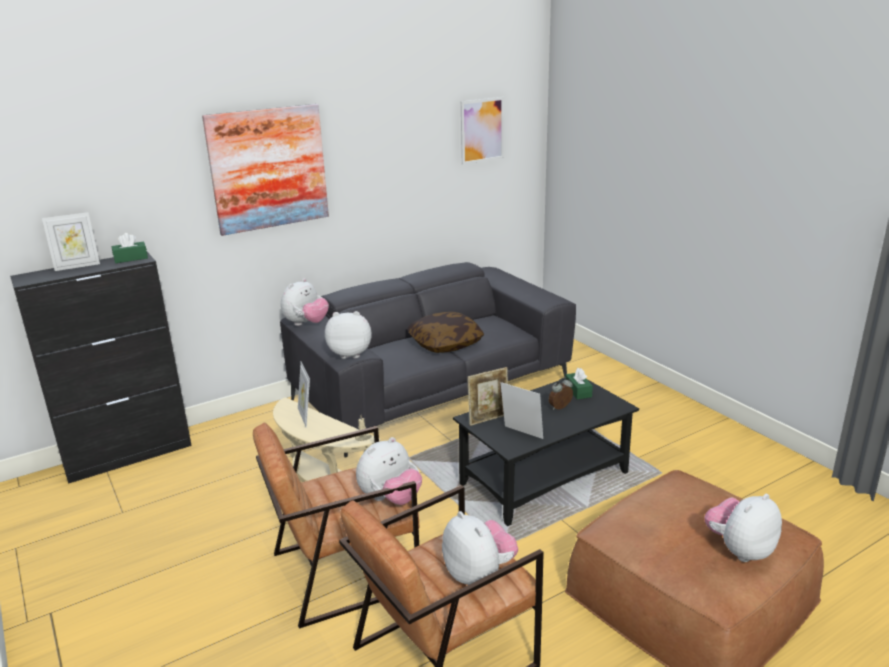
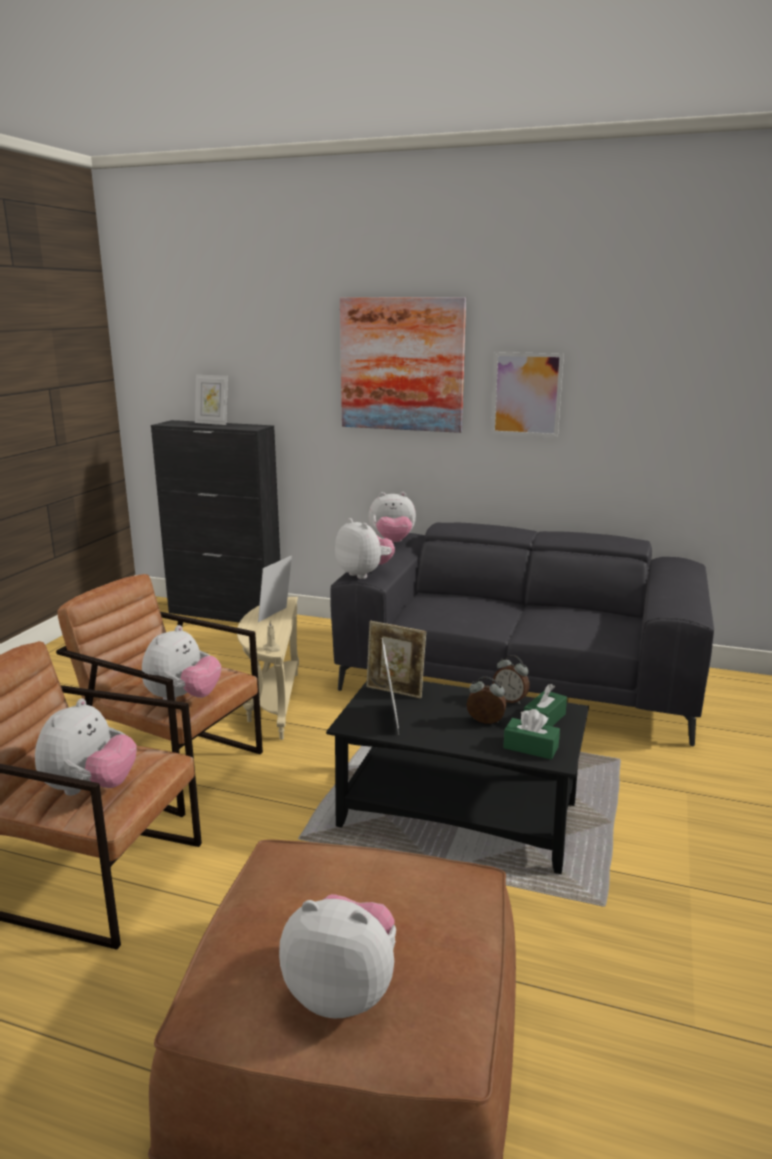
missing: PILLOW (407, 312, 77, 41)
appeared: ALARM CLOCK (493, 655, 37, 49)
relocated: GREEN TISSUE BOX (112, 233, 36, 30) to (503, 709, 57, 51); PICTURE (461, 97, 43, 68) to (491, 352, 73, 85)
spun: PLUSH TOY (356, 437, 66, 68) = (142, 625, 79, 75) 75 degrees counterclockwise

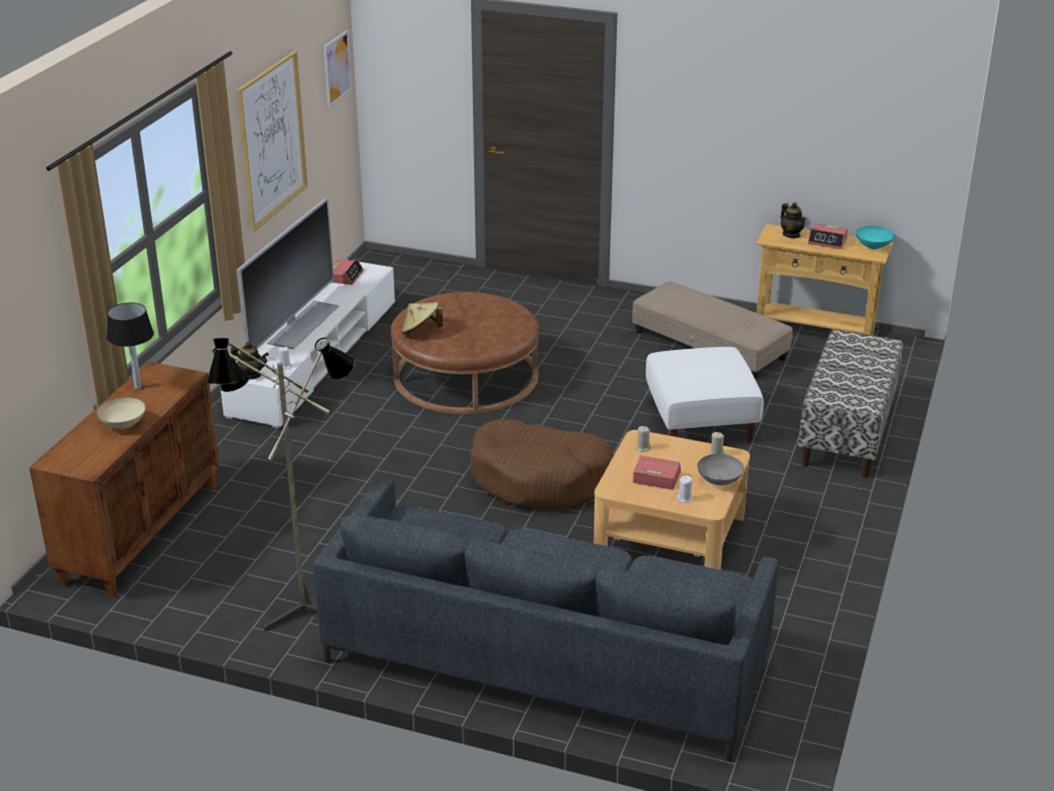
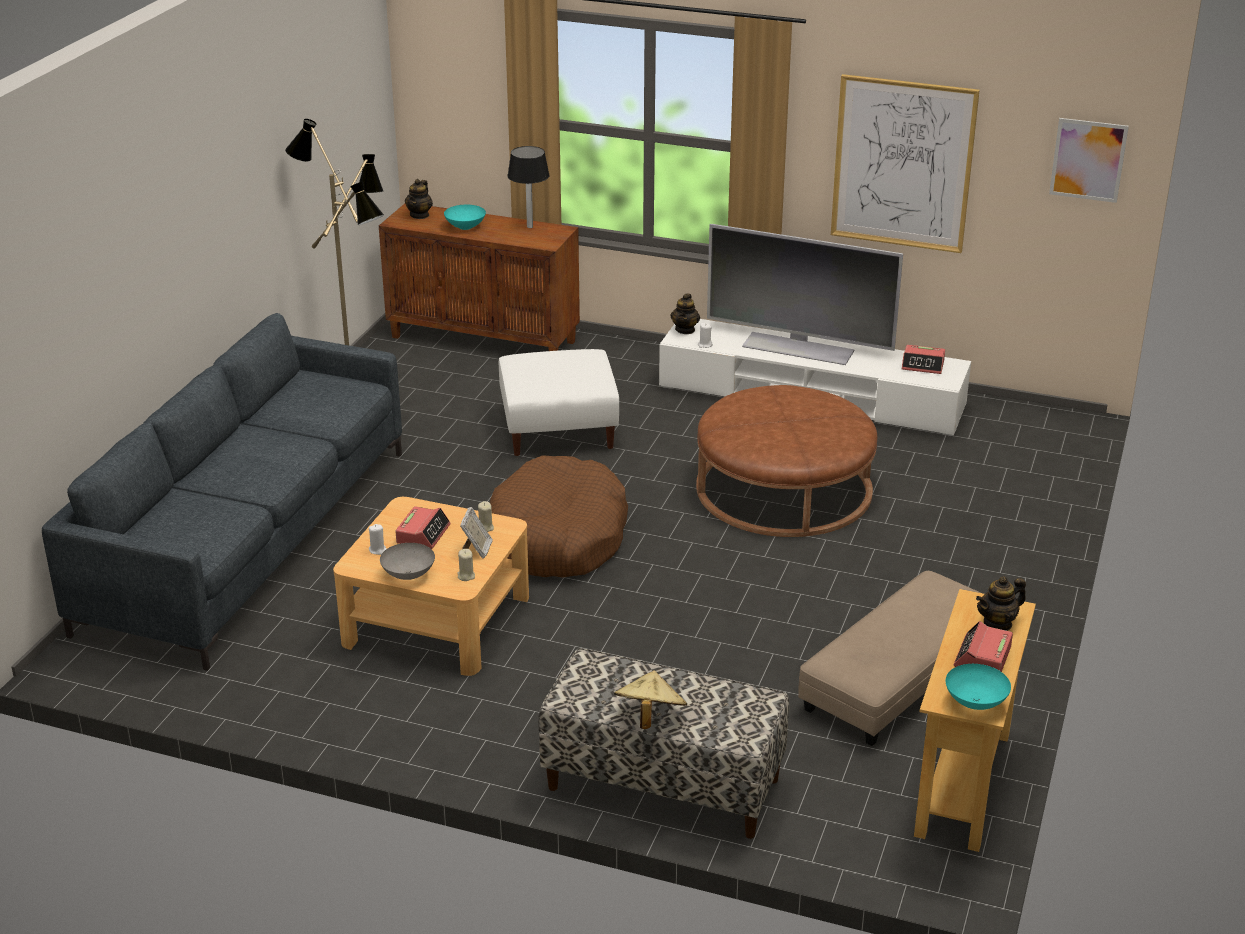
appeared: TEAPOT (405, 179, 28, 40); PICTURE FRAME (460, 507, 33, 52)
relocated: BEIGE HAT (401, 302, 42, 32) to (614, 671, 73, 58); WHITE OTTOMAN (646, 347, 118, 96) to (499, 349, 120, 107)
colour: BEIGE BOWL (97, 397, 48, 32) to TURQUOISE BOWL (444, 205, 42, 25)

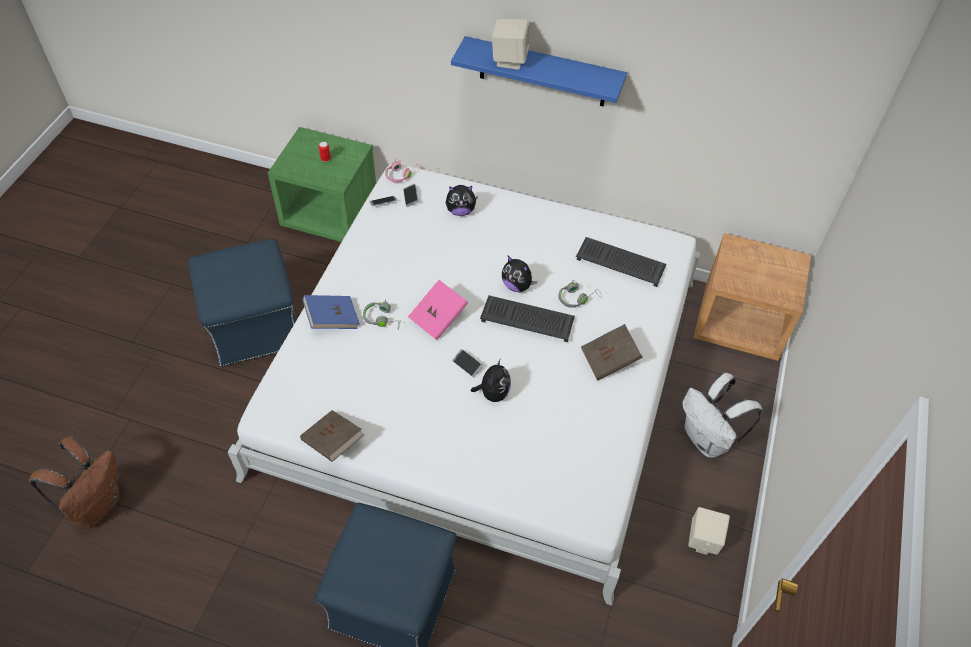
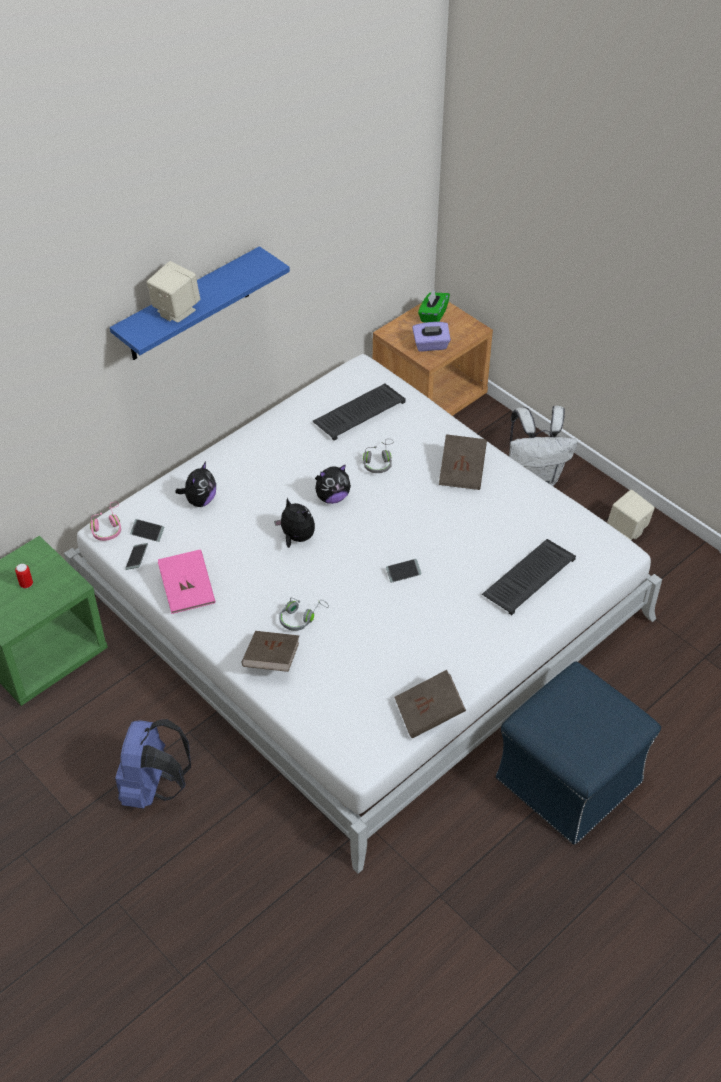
missing: BROWN BACKPACK (29, 436, 91, 92)
appeared: PURPLE TISSUE BOX (412, 322, 39, 29); GREEN TISSUE BOX (418, 290, 32, 33)
relocated: PINK BOOK (408, 280, 60, 60) to (158, 550, 58, 64); PLUSH TOY (471, 360, 40, 42) to (274, 498, 41, 50); KEYBOARD (480, 295, 95, 47) to (482, 539, 94, 76)
exchanged: BLUE OTTOMAN (189, 239, 107, 127) to BLUE BACKPACK (115, 719, 76, 90)
colour: BLUE BOOK (303, 295, 57, 34) to BROWN BOOK (242, 631, 57, 41)

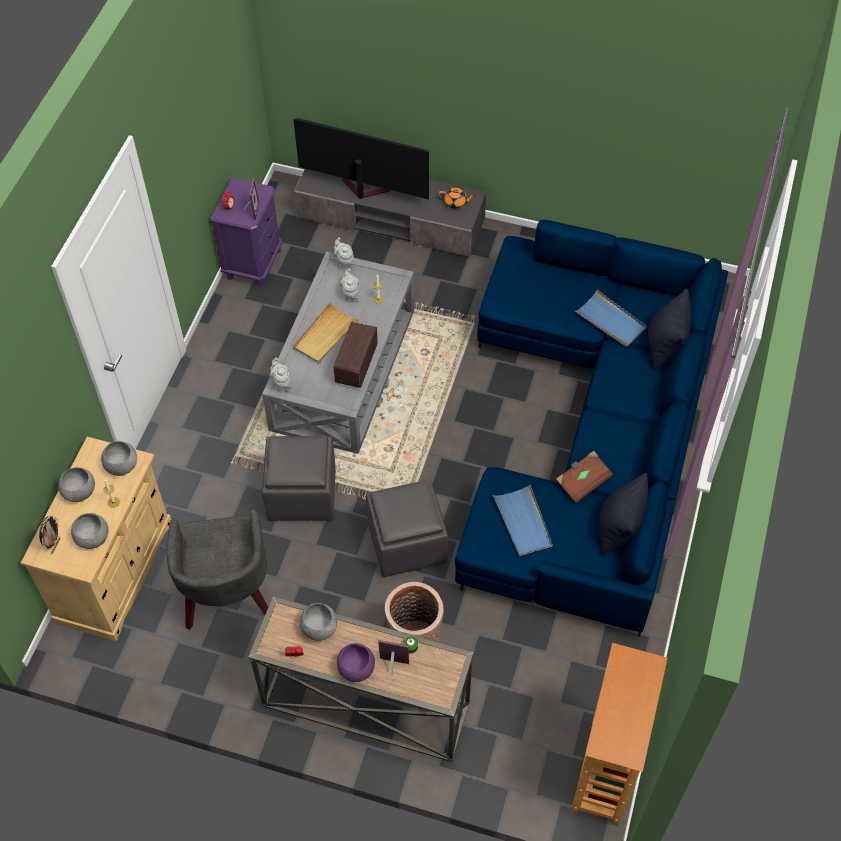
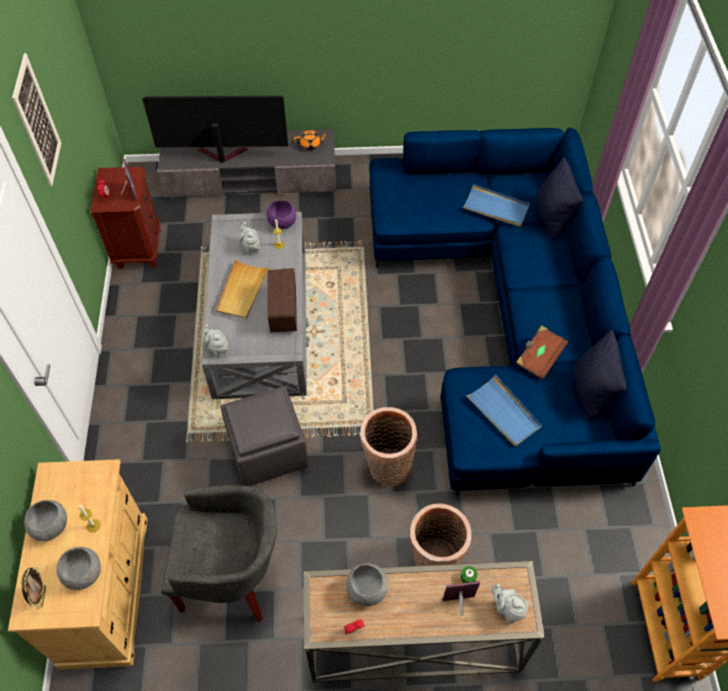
missing: GREY BOWL (101, 441, 36, 35)
appeared: PICTURE (12, 53, 49, 134)
relocated: GREY TEAPOT (334, 237, 20, 33) to (492, 584, 36, 39); PURPLE BOWL (337, 643, 38, 39) to (267, 201, 29, 28)
exchanged: GREY OTTOMAN (366, 479, 82, 98) to BASKET (360, 407, 58, 79)
colour: PURPLE NIGHTSTAND (210, 178, 72, 110) to BROWN NIGHTSTAND (91, 167, 70, 103)
spun: GREY ARMCHAIR (167, 509, 101, 121) = (161, 485, 116, 138) 60 degrees counterclockwise

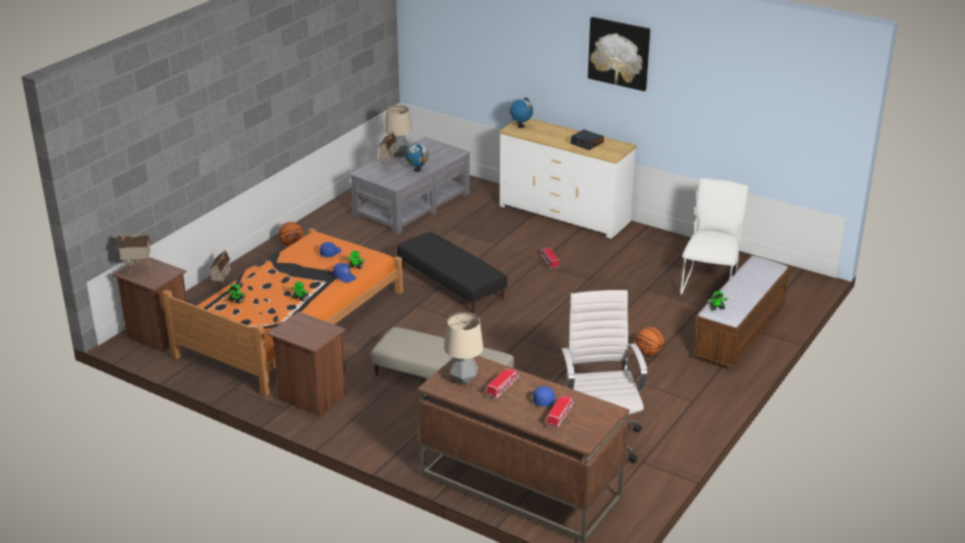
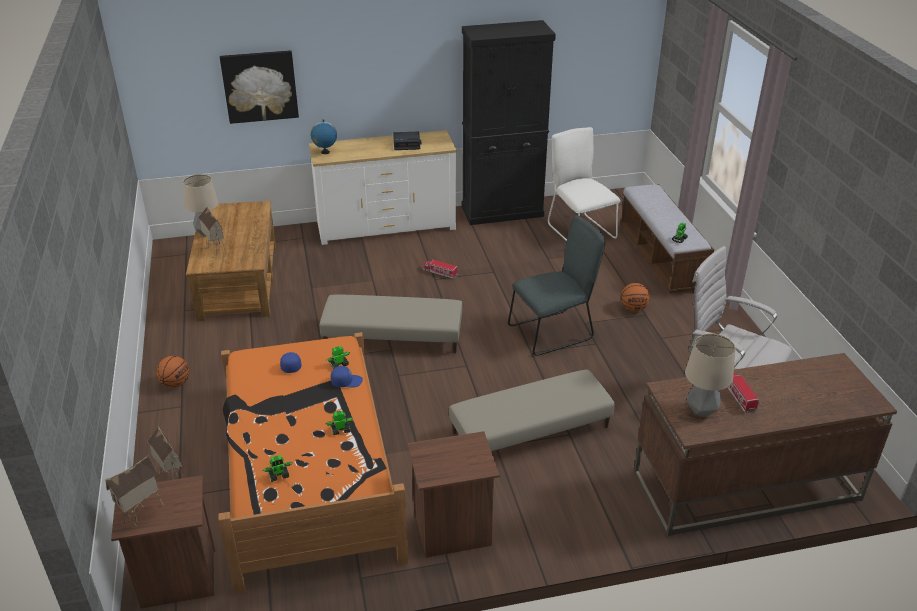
missing: GLOBE (405, 143, 24, 29); BLUE CAP (533, 386, 22, 21); TOY TRUCK (547, 396, 27, 33)
appeared: BLACK CABINET (462, 20, 94, 205); GREY CHAIR (508, 215, 98, 141)
relocated: PICTURE (588, 17, 62, 74) to (220, 50, 79, 74)
colour: GREY COFFEE TABLE (349, 137, 122, 97) to BROWN COFFEE TABLE (186, 201, 90, 121); BLACK OTTOMAN (397, 232, 111, 81) to BEIGE OTTOMAN (320, 295, 142, 59)

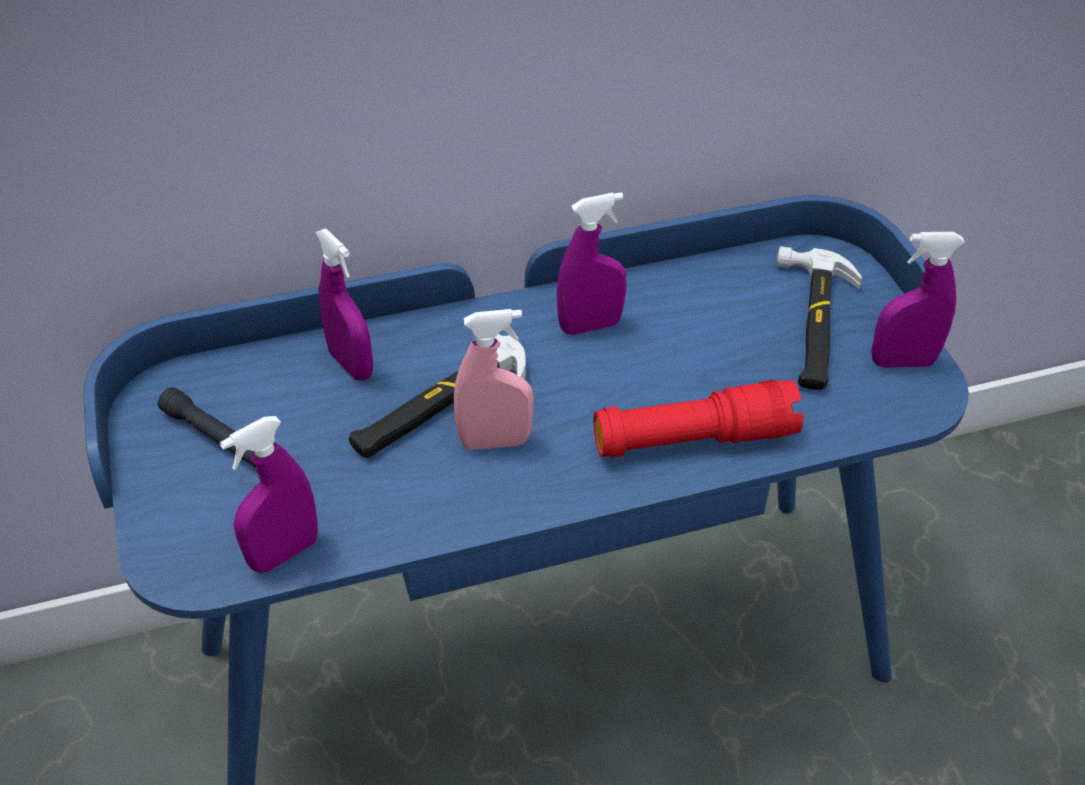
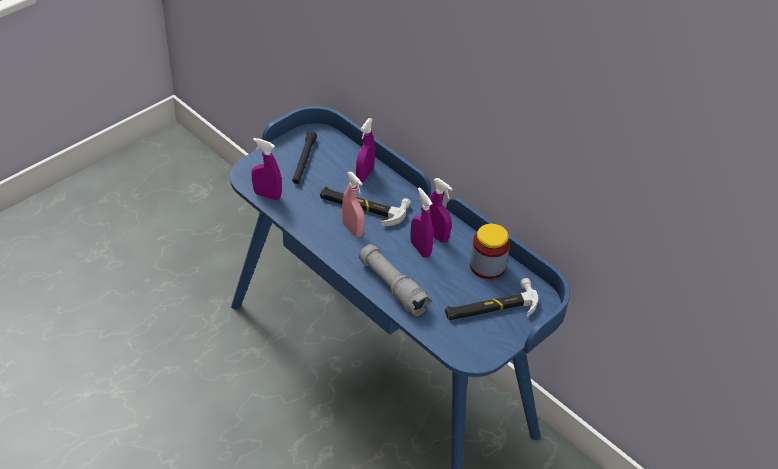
appeared: JAR (470, 224, 40, 55)
relocated: PURPLE SPRAY BOTTLE (871, 232, 94, 136) to (410, 187, 24, 71)
colour: RED FLASHLIGHT (593, 380, 211, 77) to GREY FLASHLIGHT (359, 244, 73, 72)

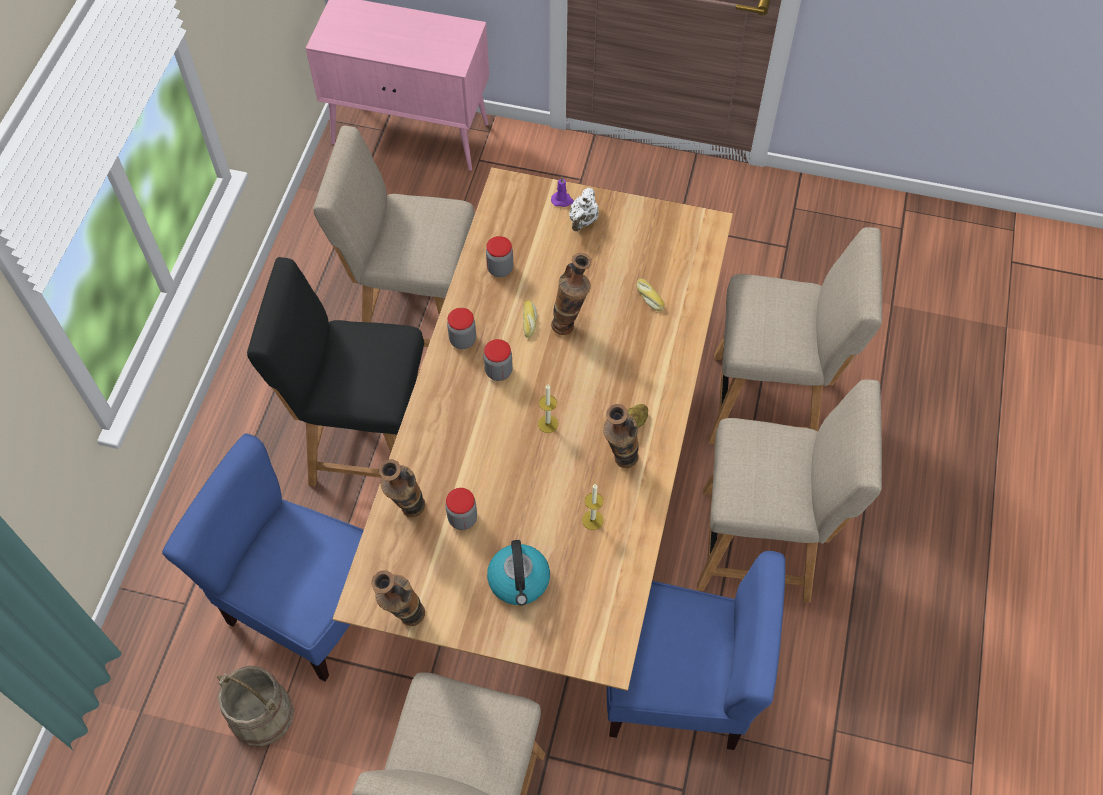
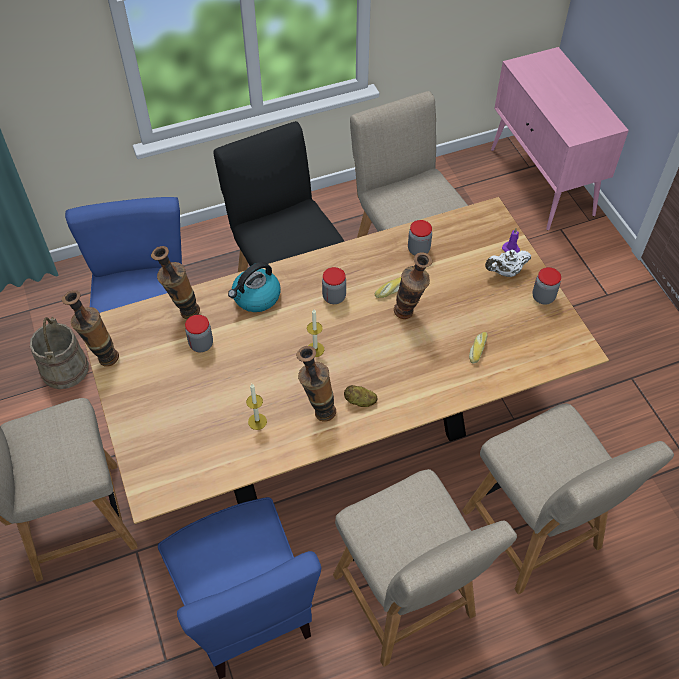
relocated: JAR (447, 308, 29, 41) to (532, 267, 29, 37); KETTLE (487, 540, 63, 66) to (228, 262, 53, 50)

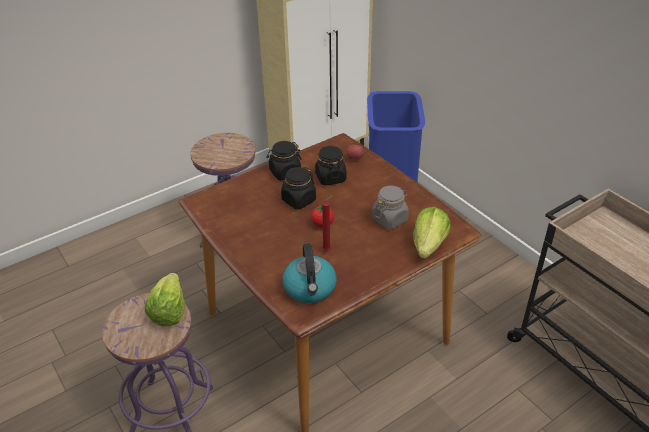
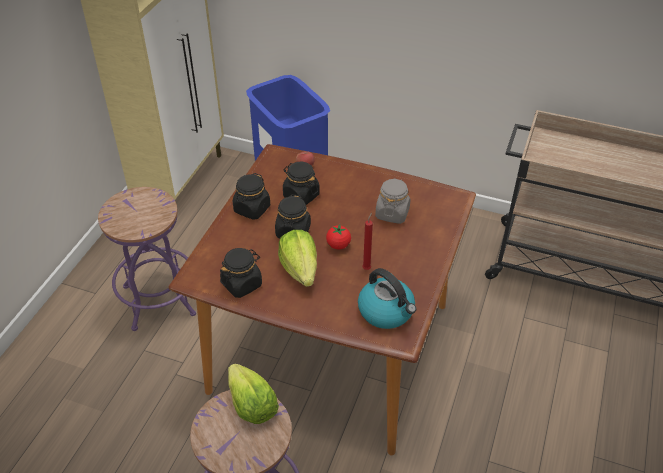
appeared: BLACK JAR (220, 248, 42, 50)
relocated: LETTUCE (413, 207, 38, 52) to (278, 230, 39, 57)

